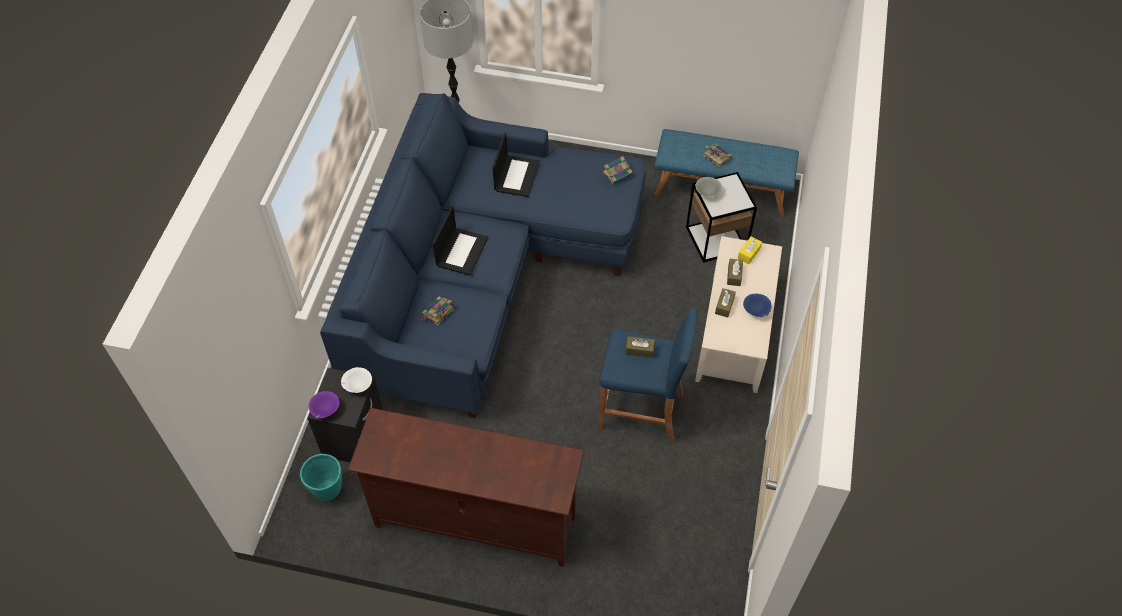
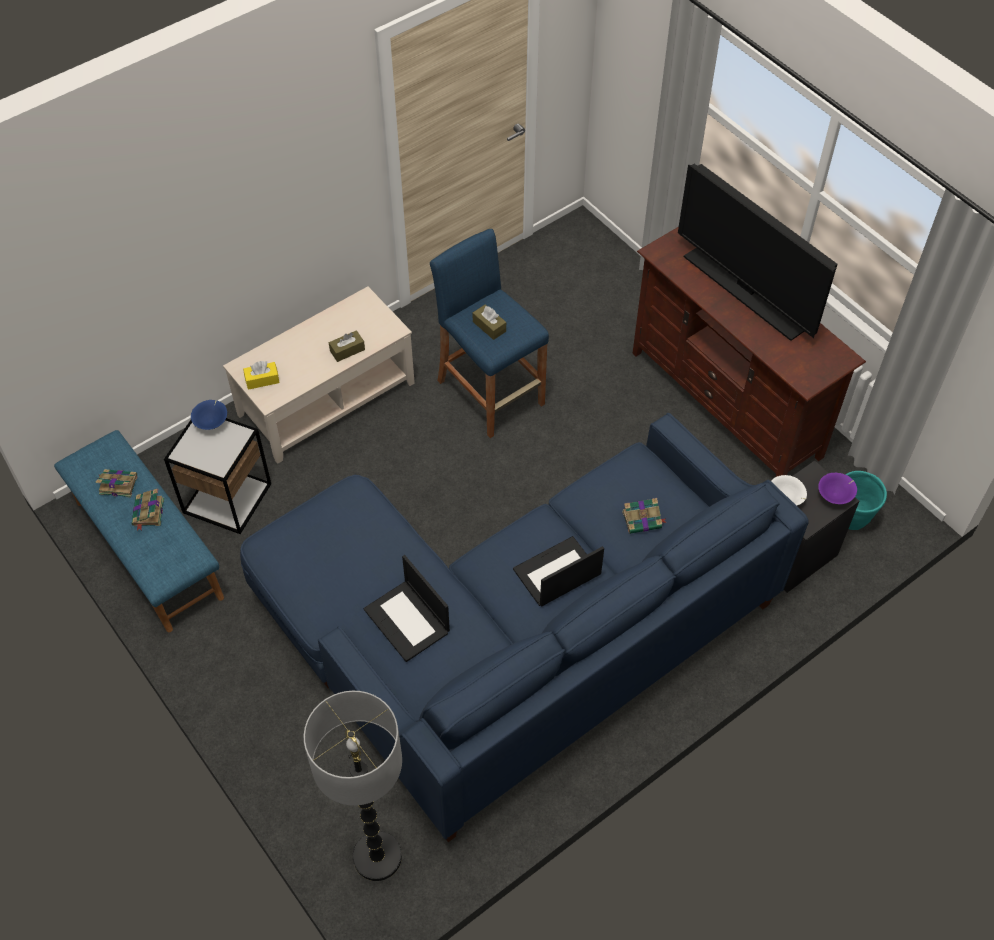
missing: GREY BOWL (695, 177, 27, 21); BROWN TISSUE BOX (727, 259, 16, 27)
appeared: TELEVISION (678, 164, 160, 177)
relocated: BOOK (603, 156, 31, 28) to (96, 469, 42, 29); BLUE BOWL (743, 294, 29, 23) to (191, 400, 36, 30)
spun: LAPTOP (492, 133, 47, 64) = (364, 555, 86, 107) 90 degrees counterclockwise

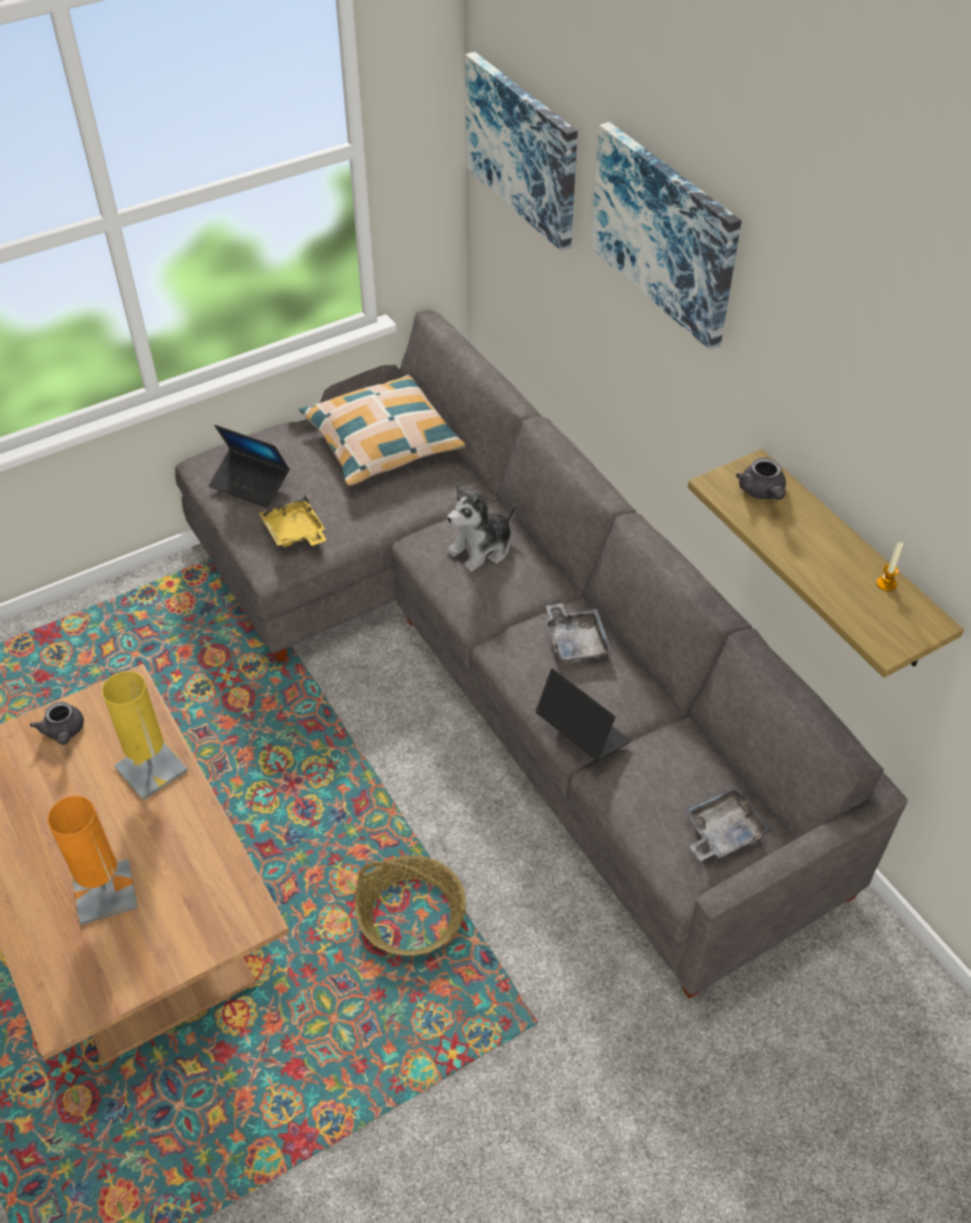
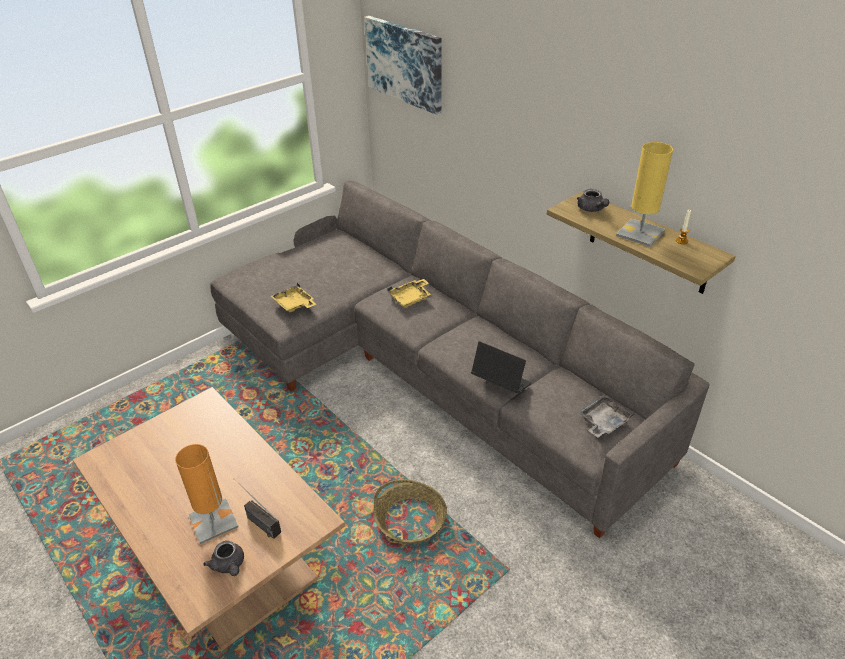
missing: LAPTOP (209, 425, 81, 83); PILLOW (299, 375, 167, 111); GREY TRAY (545, 603, 68, 61); PICTURE (591, 122, 151, 228)
appeared: RADIO (234, 479, 47, 60)
relocated: GREY TEAPOT (30, 702, 54, 43) to (203, 541, 41, 35); YELLOW TABLE LAMP (102, 671, 86, 129) to (616, 142, 57, 105)
exchanged: PLUSH TOY (447, 484, 69, 88) to YELLOW TRAY (387, 279, 44, 29)

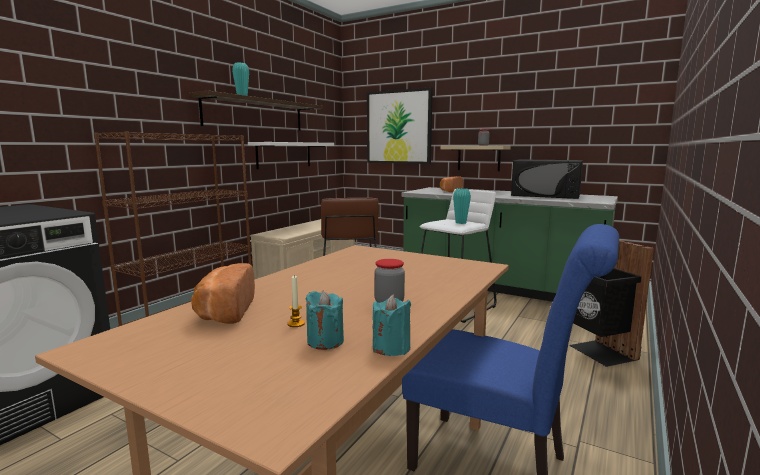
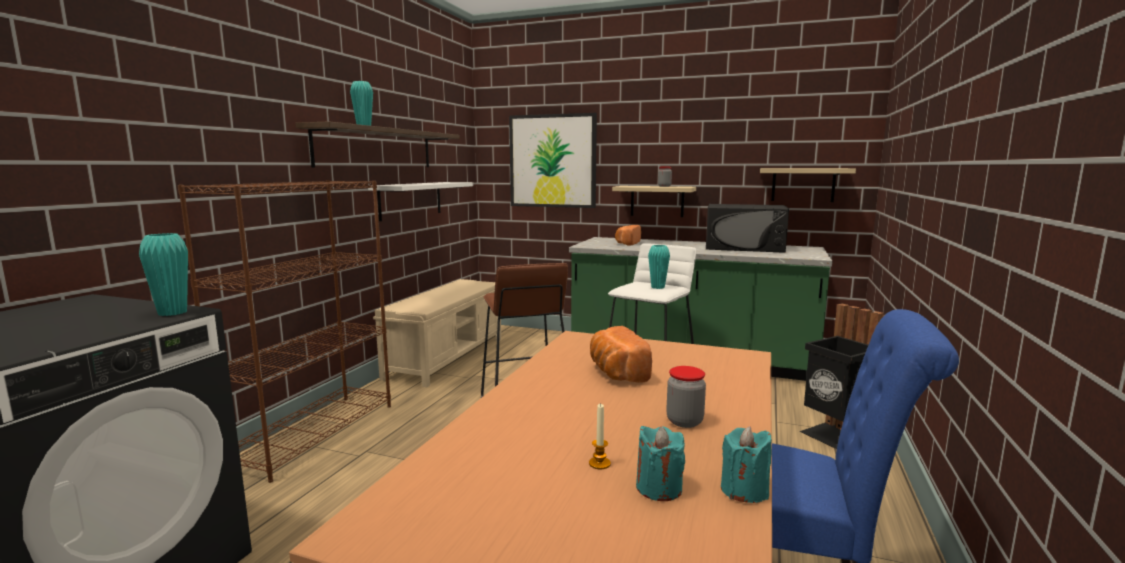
appeared: TURQUOISE VASE (139, 233, 49, 83); SHELF (760, 168, 96, 34)
relocated: BREAD (191, 263, 64, 61) to (590, 326, 62, 57)

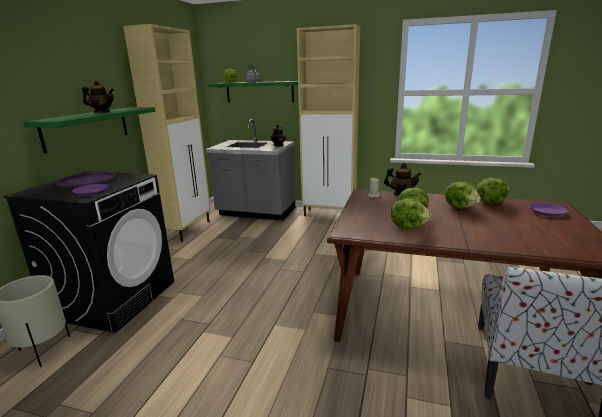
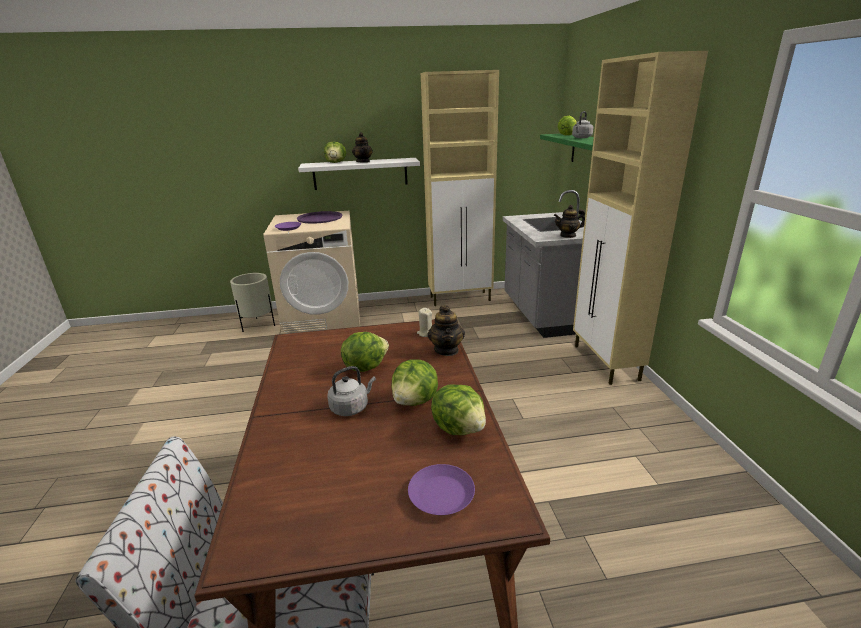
appeared: GREY KETTLE (328, 366, 48, 50)
relocated: LETTUCE (391, 198, 41, 31) to (324, 142, 22, 21)
colour: BLACK WASHING MACHINE (3, 171, 171, 162) to BEIGE WASHING MACHINE (263, 211, 97, 123); GREEN SHELF (24, 107, 131, 46) to WHITE SHELF (298, 158, 122, 32)

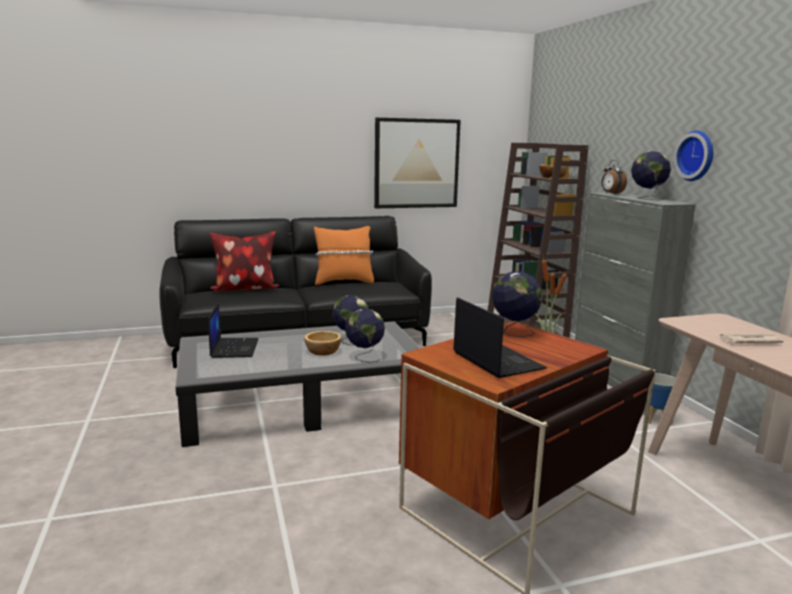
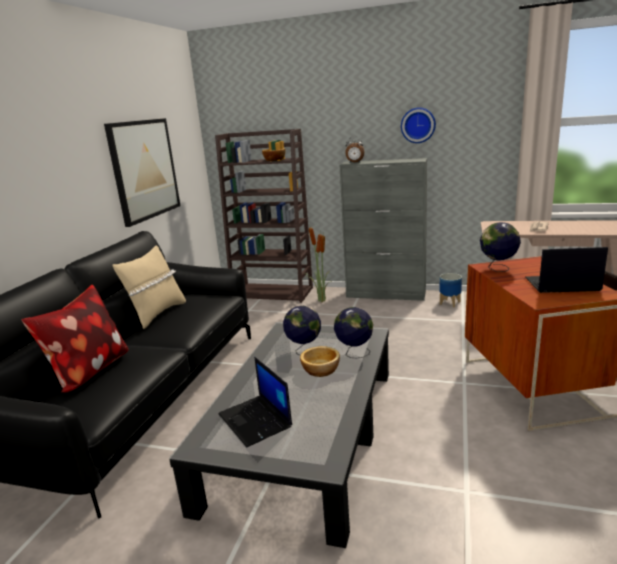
missing: GLOBE (631, 151, 40, 49)
colour: ORANGE PILLOW (314, 226, 60, 59) to BEIGE PILLOW (112, 246, 74, 83)
spun: LAPTOP (208, 303, 50, 55) = (218, 357, 74, 91) 150 degrees counterclockwise

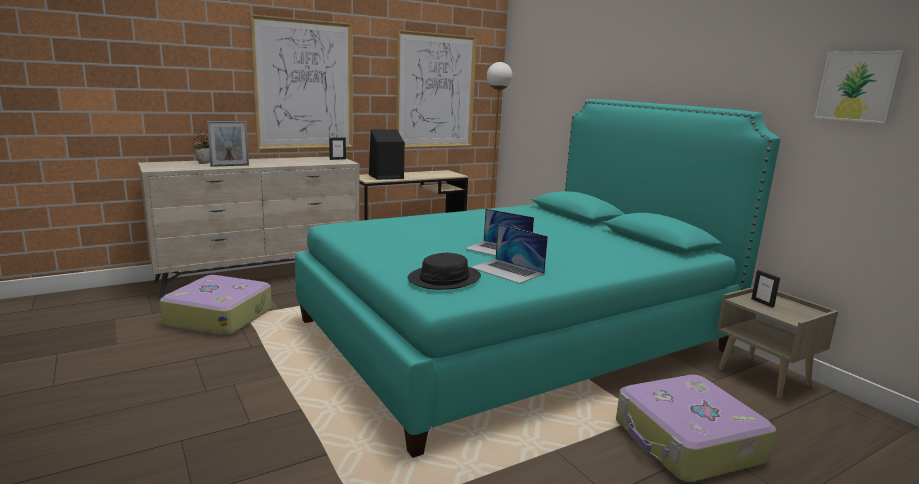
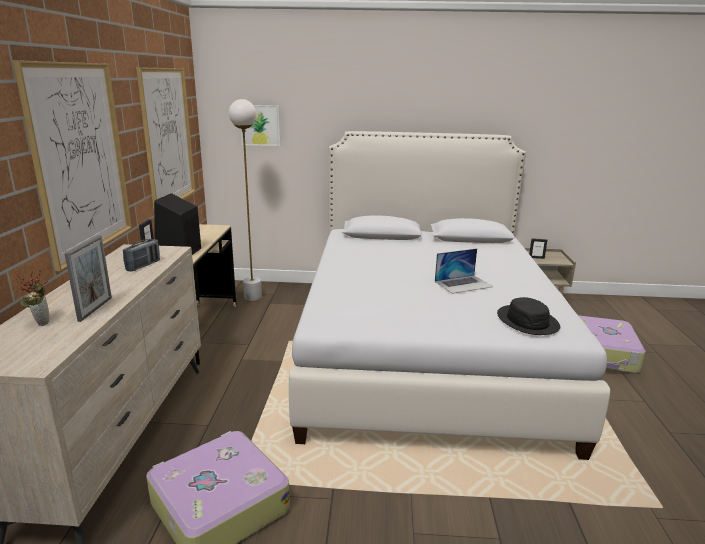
missing: LAPTOP (471, 224, 77, 60)
appeared: RADIO (123, 239, 37, 32)
relocated: PICTURE (814, 51, 91, 73) to (241, 105, 39, 41)
colour: TURQUOISE BED (295, 99, 485, 359) to WHITE BED (289, 131, 321, 329)

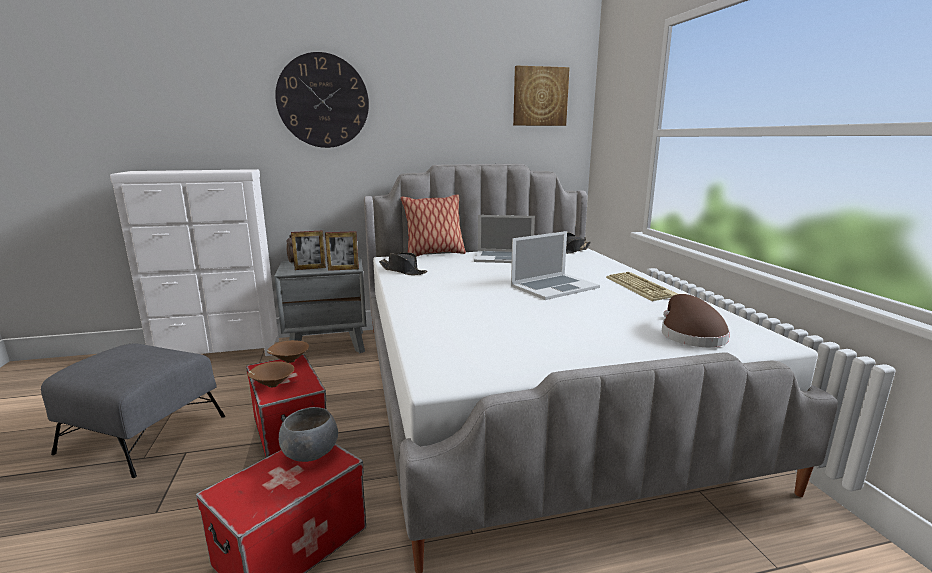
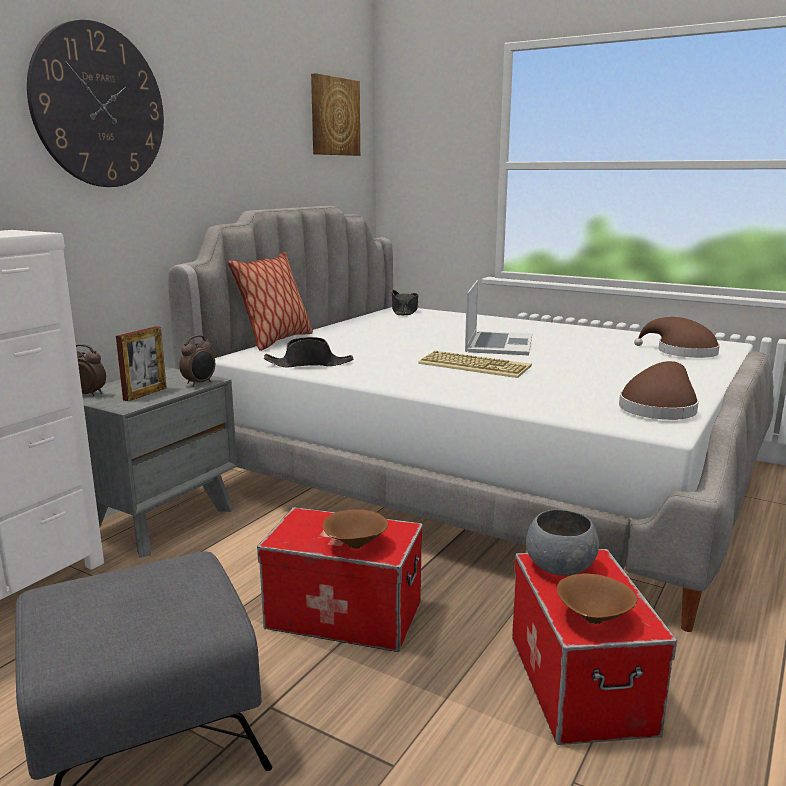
missing: LAPTOP (474, 215, 61, 48)
appeared: BROWN HAT (619, 361, 80, 59)
relocated: BROWN BOWL (267, 340, 42, 23) to (557, 574, 80, 50); KEYBOARD (606, 272, 72, 29) to (418, 351, 114, 27)
exchanged: PICTURE FRAME (325, 231, 34, 40) to ALARM CLOCK (179, 335, 36, 52)

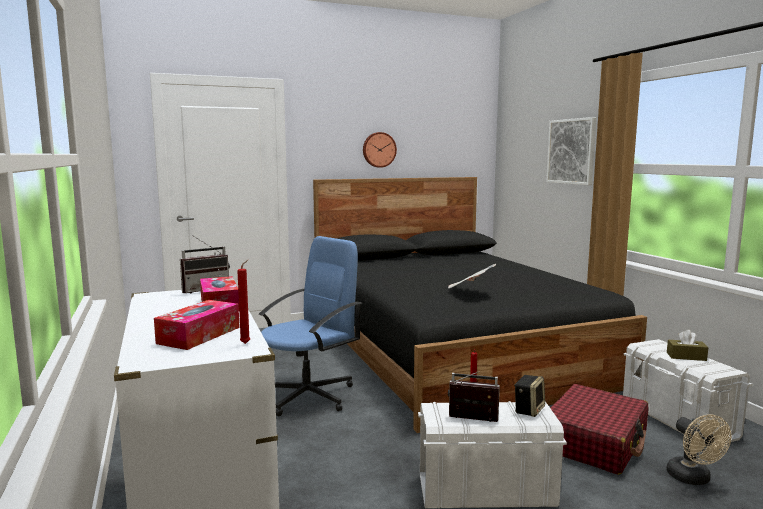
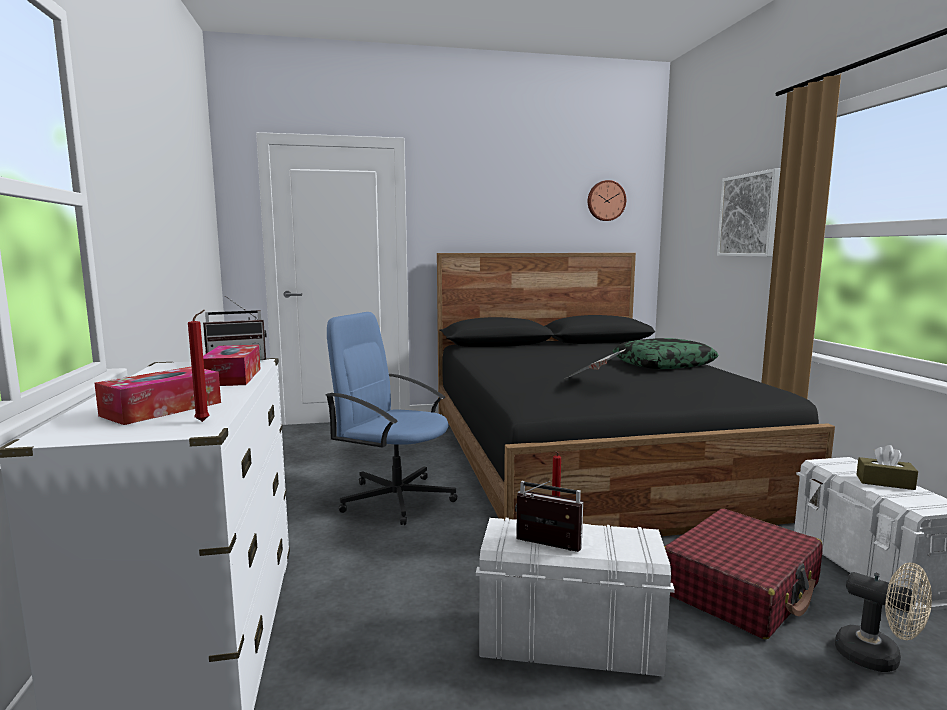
missing: SPEAKER (514, 375, 31, 42)
appeared: PILLOW (613, 338, 106, 31)
relocated: WALL CLOCK (363, 132, 34, 36) to (588, 180, 38, 41)
spun: BLUE OFFICE CHAIR (259, 236, 103, 180) = (326, 312, 131, 213) 120 degrees counterclockwise; BEIGE FAN (667, 414, 64, 71) = (835, 562, 97, 110) 45 degrees counterclockwise

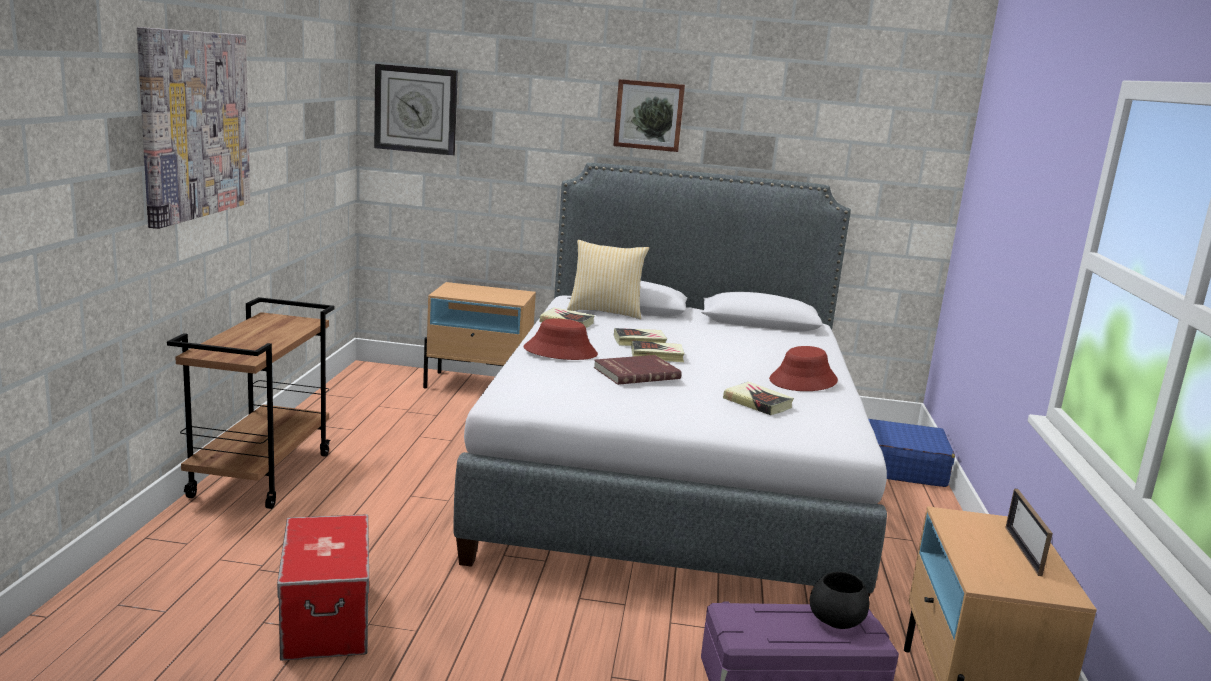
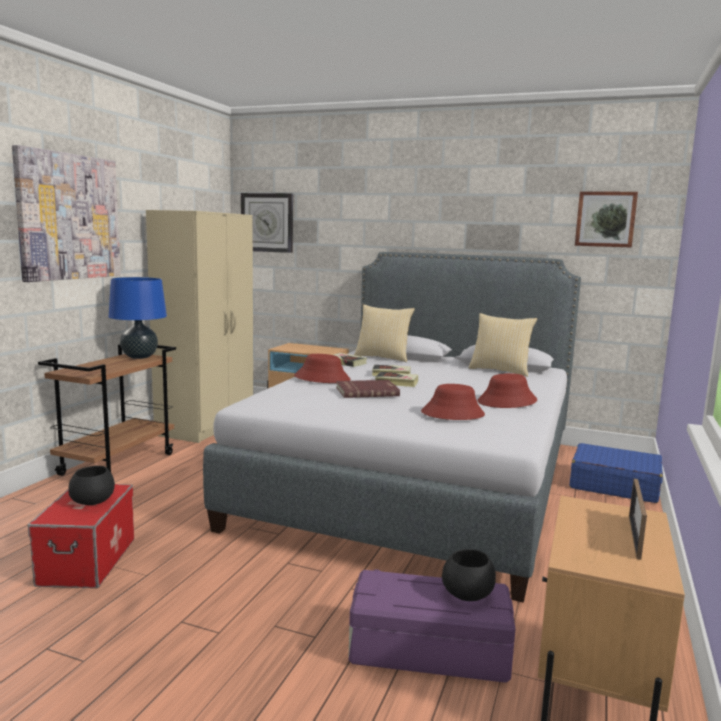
appeared: BLACK BOWL (68, 466, 47, 39); BLUE TABLE LAMP (109, 277, 58, 82); BEIGE WARDROBE (146, 210, 107, 233); PILLOW (469, 313, 68, 64)
relocated: PICTURE (613, 79, 72, 73) to (575, 191, 63, 57)
exchanged: BOOK (723, 382, 71, 33) to RED HAT (421, 384, 64, 36)

